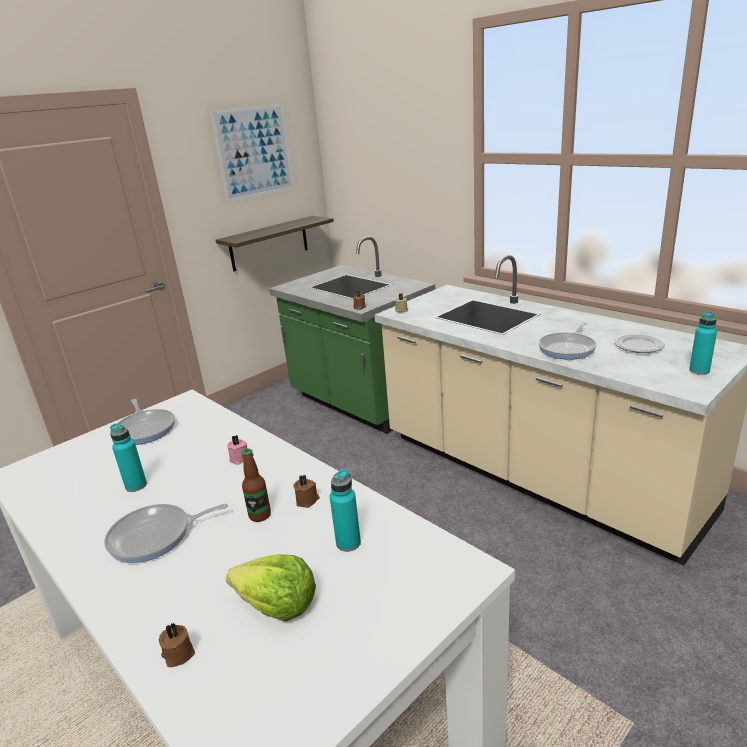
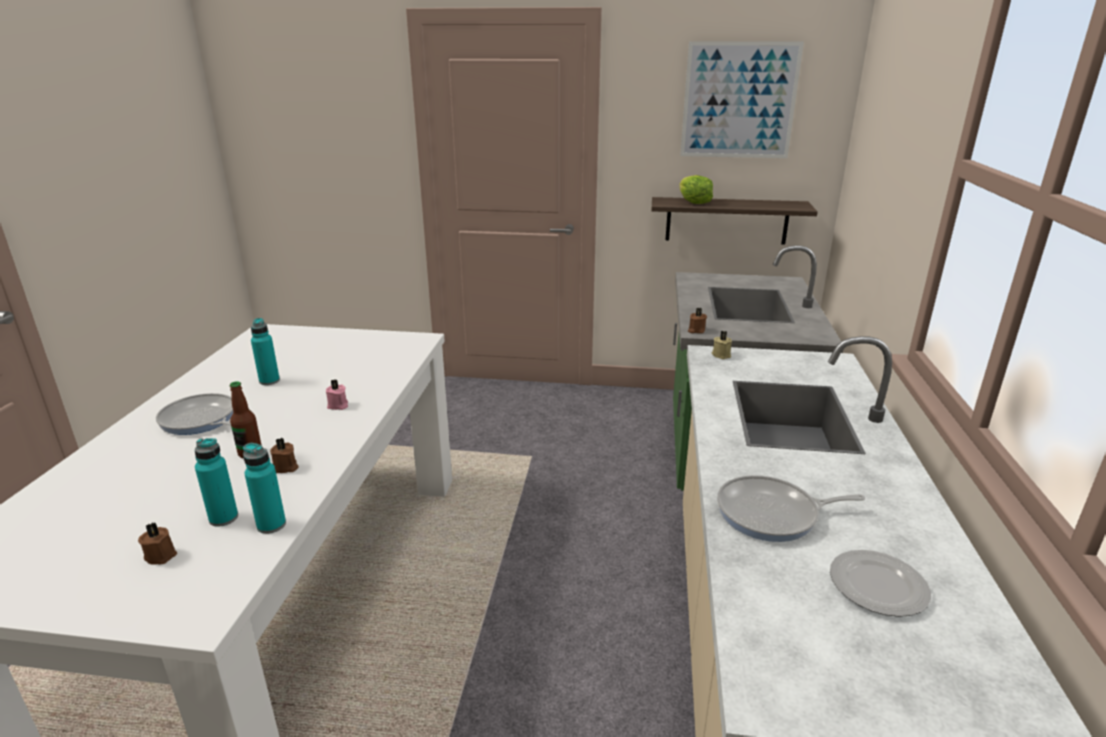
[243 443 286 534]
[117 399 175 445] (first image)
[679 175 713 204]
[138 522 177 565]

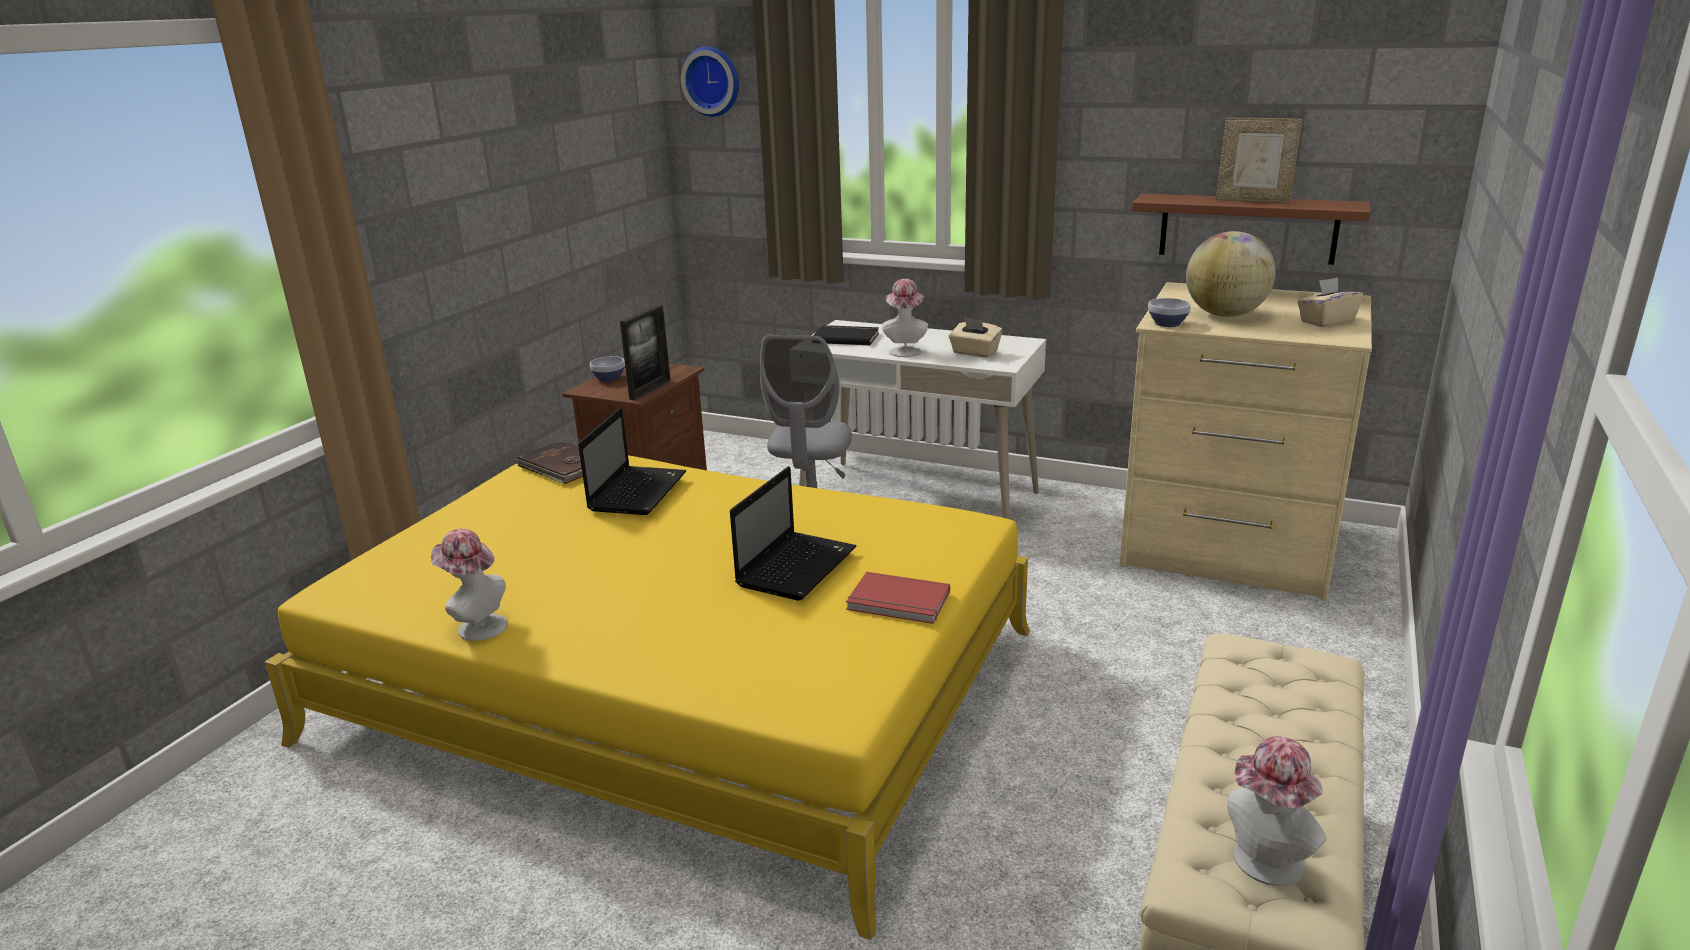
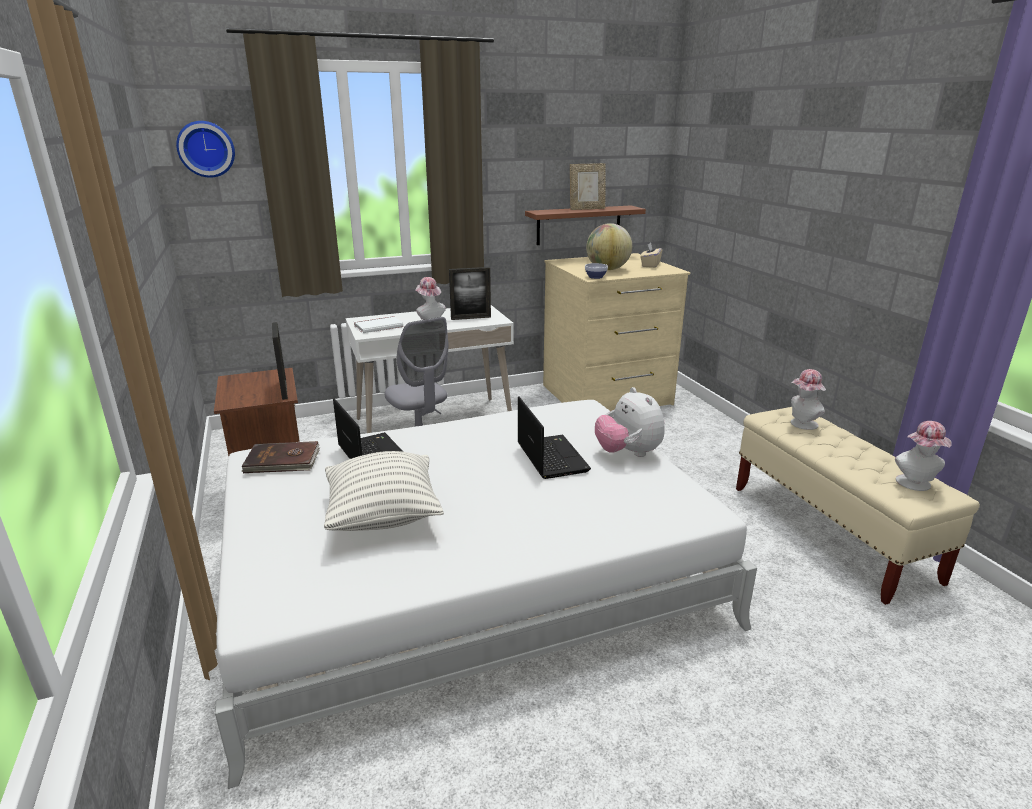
[449 267 491 320]
[353 316 403 333]
[590 356 625 382] (first image)
[215 400 757 789]
[791 369 826 430]
[595 387 665 457]
[324 451 444 531]

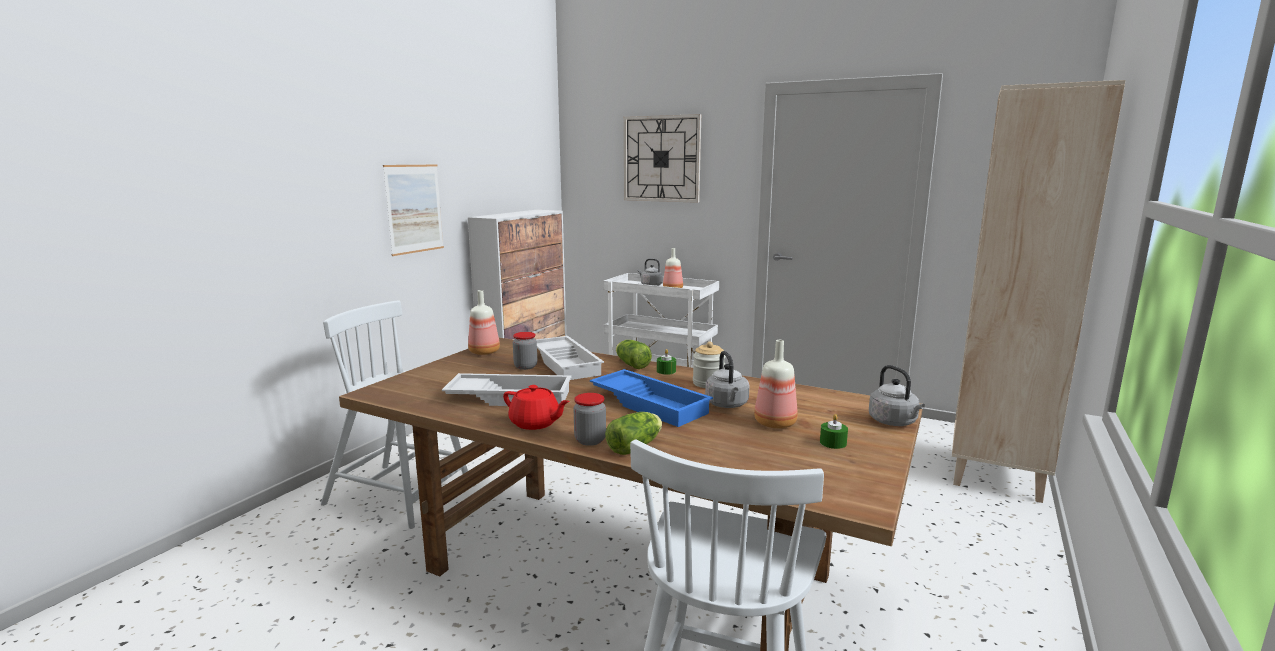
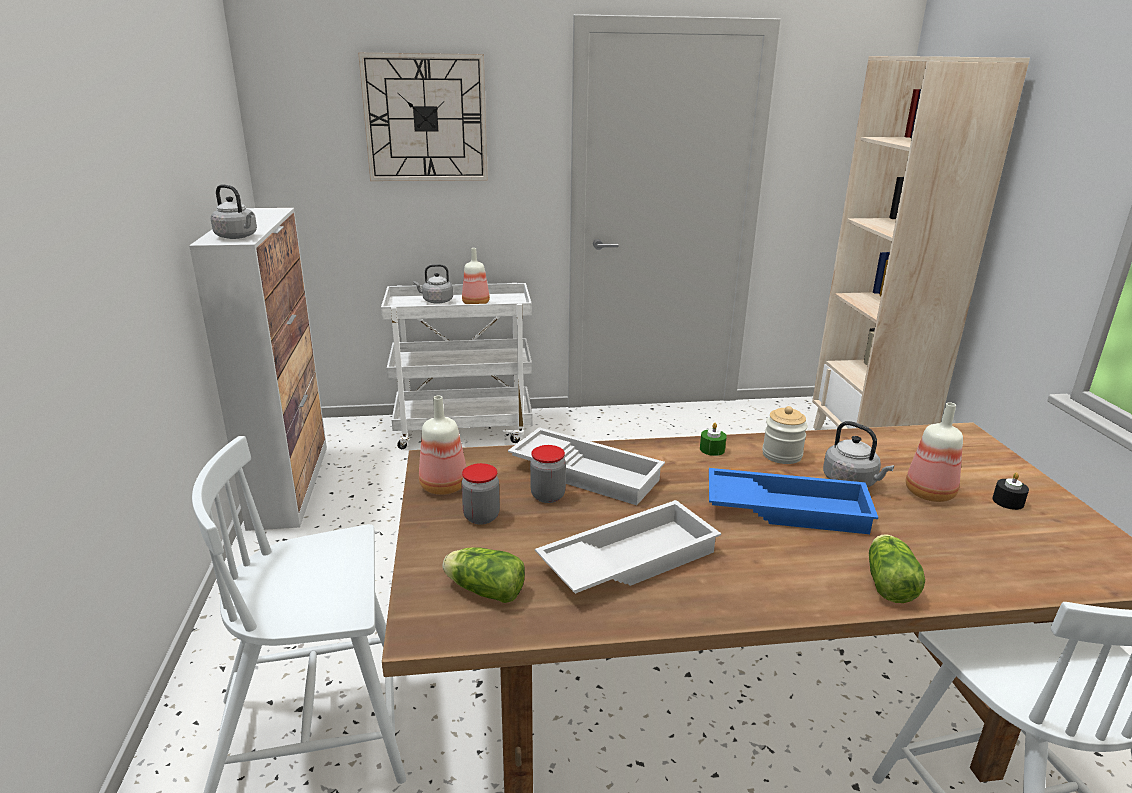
[383 165 444 256] (first image)
[443 547 525 603]
[211 184 257 239]
[503 385 570 430] (first image)
[461 463 500 525]
[992 472 1029 510]

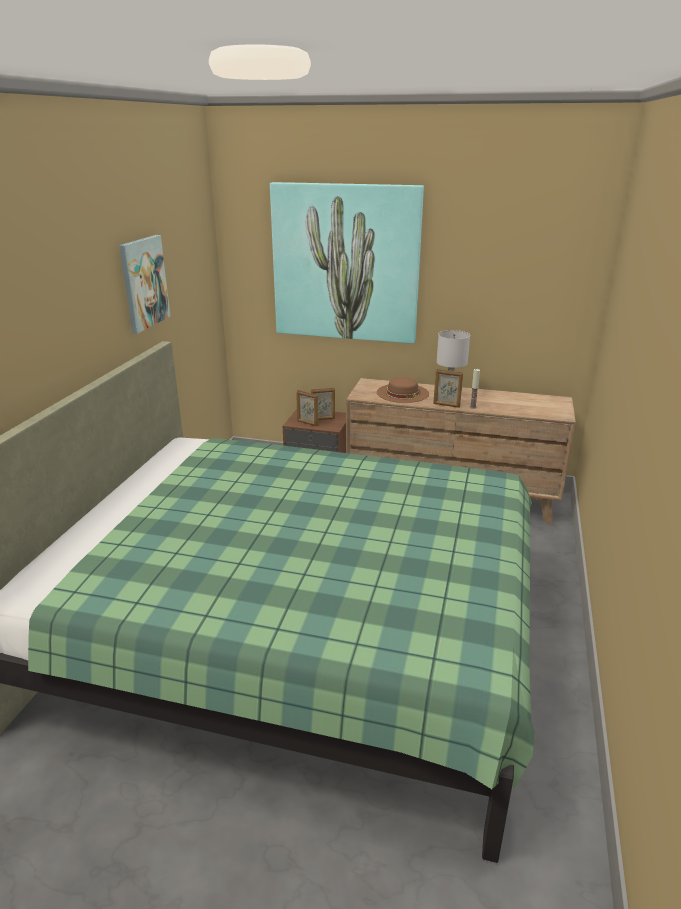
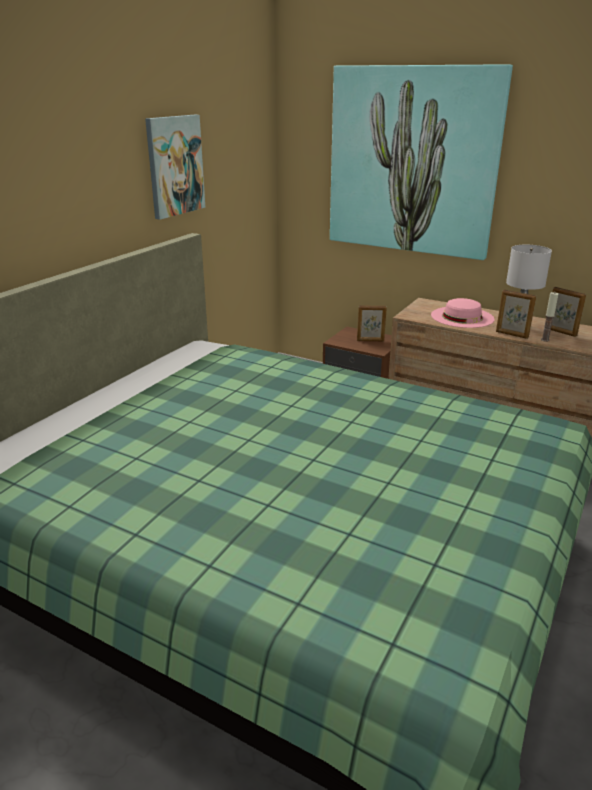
[431 298 495 328]
[551 287 586 337]

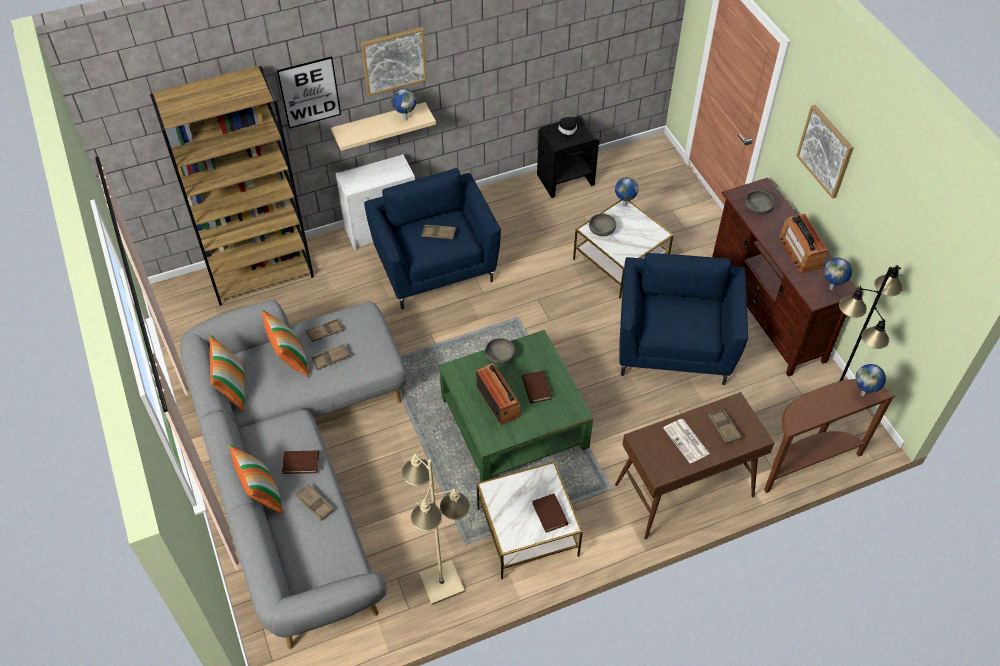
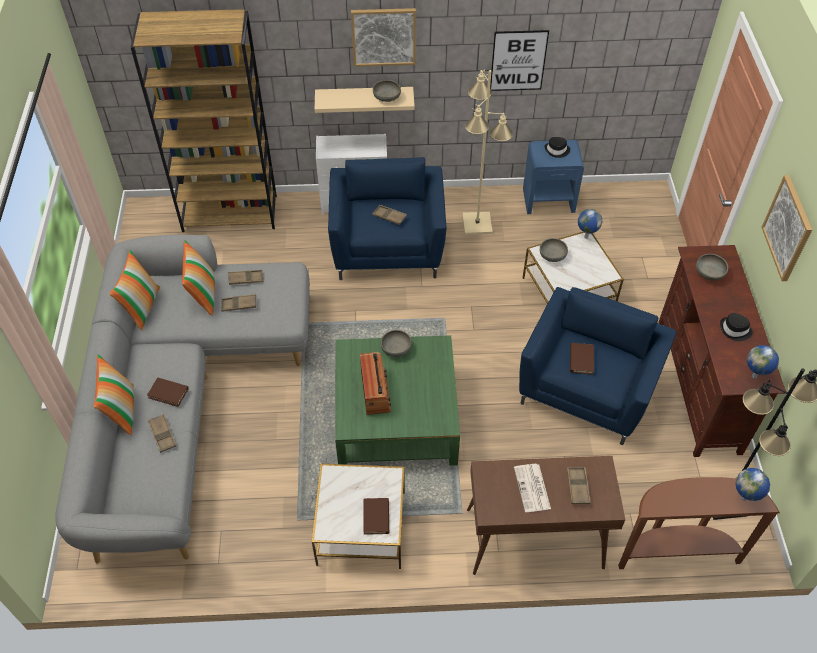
[490 30 549 91]
[373 80 401 102]
[523 140 584 214]
[720 313 753 341]
[570 343 594 375]
[462 70 513 235]

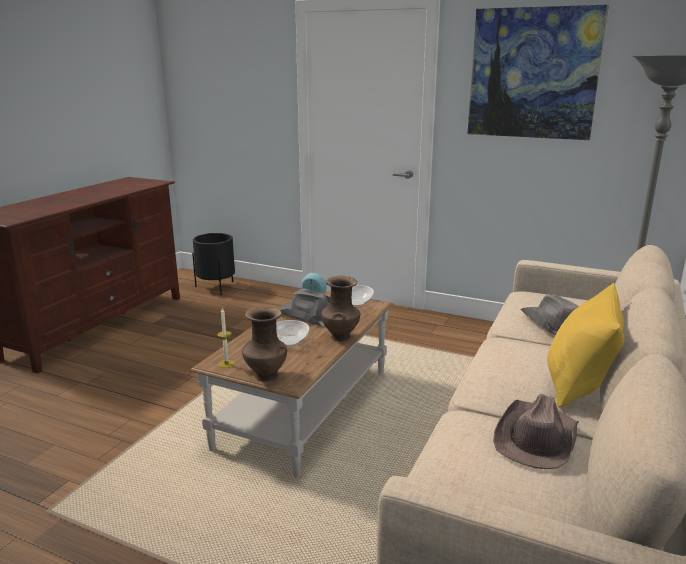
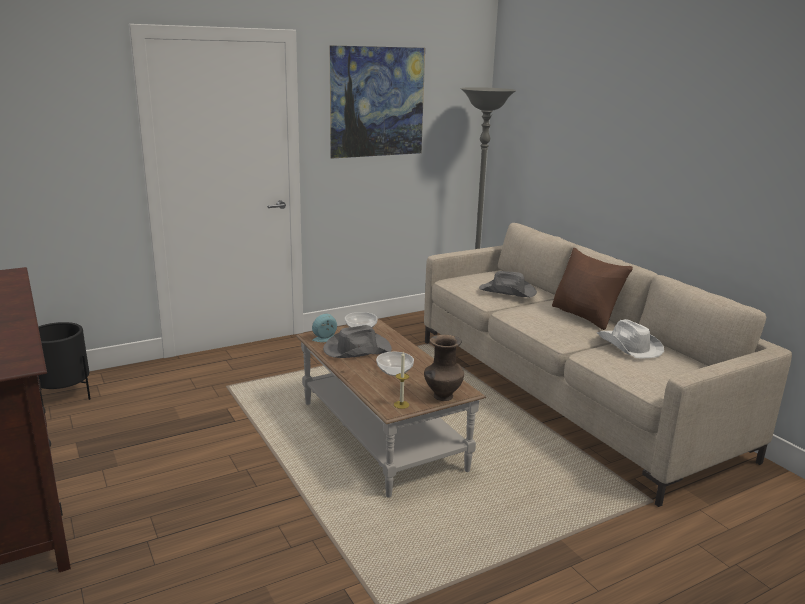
[321 276 360 342] (first image)
[552 248 633 330]
[597 319 664 358]

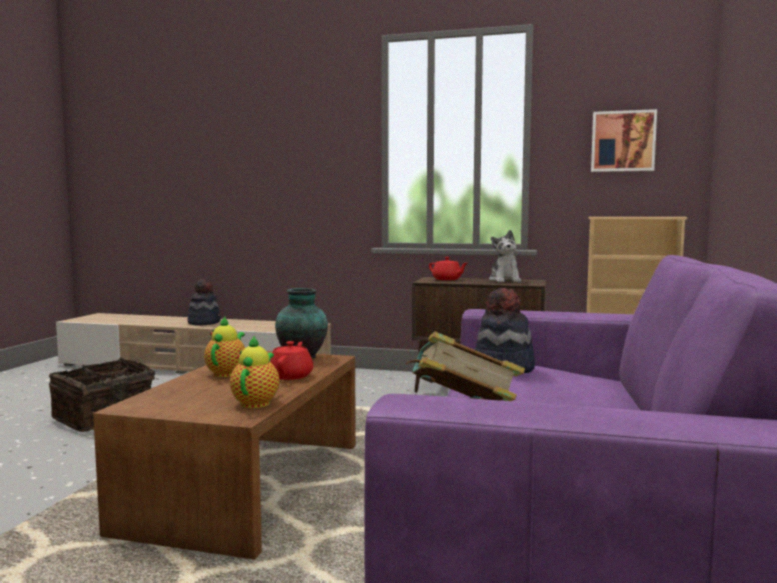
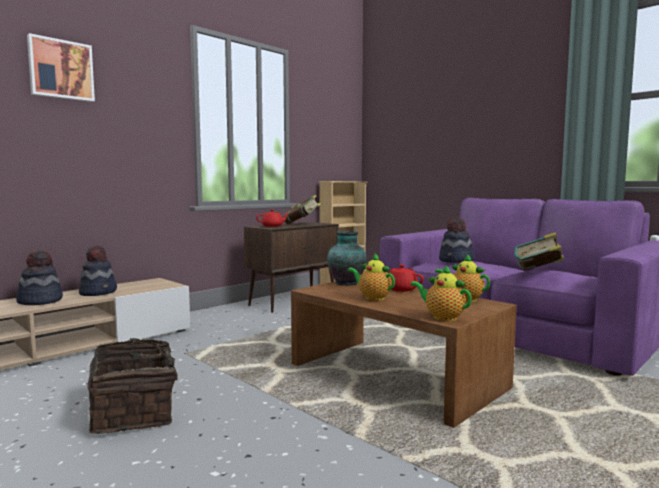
[27 33 95 102]
[283 195 321 224]
[79 245 117 296]
[410 264 472 321]

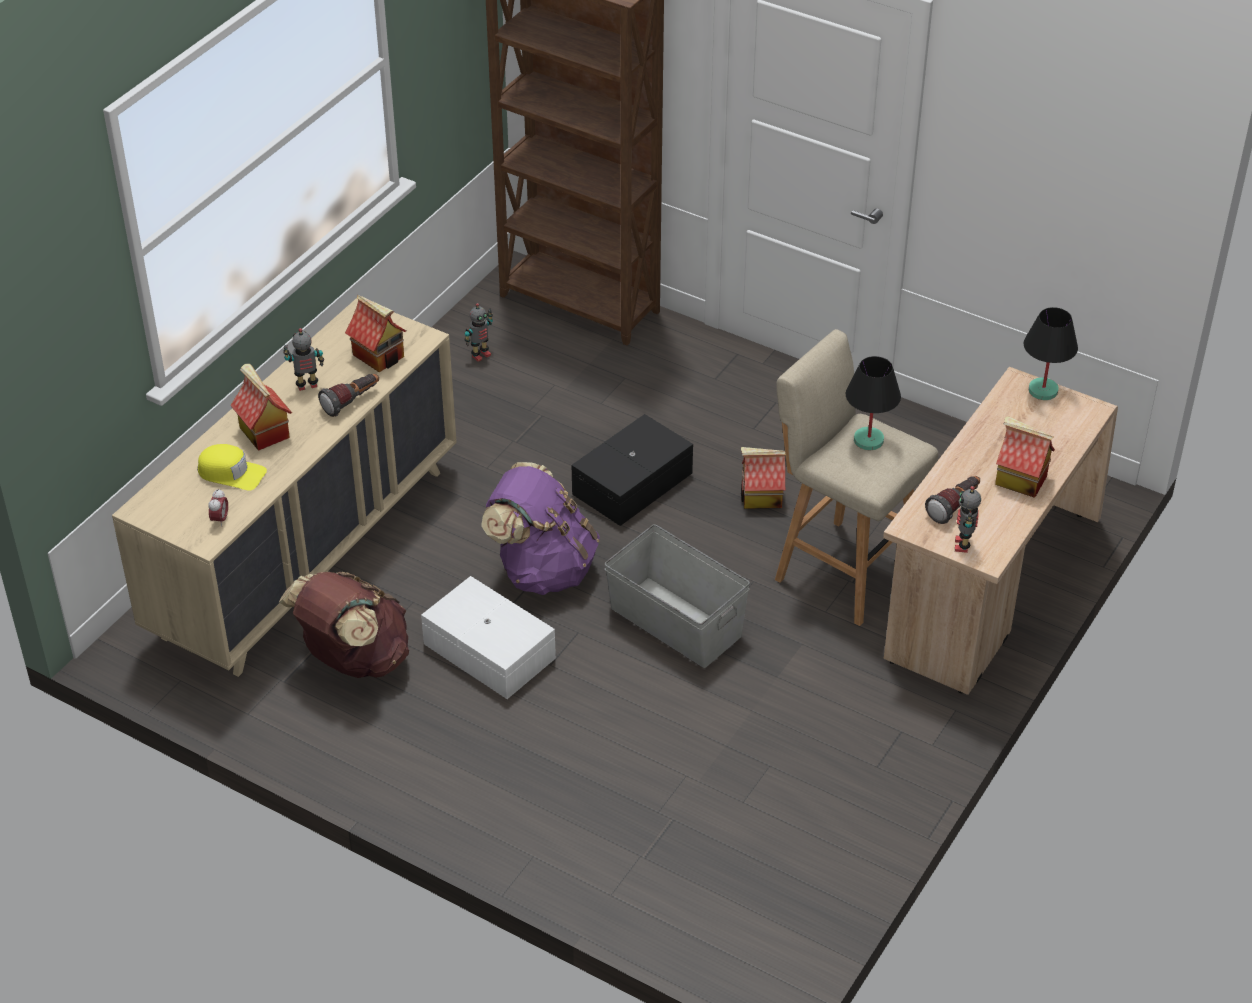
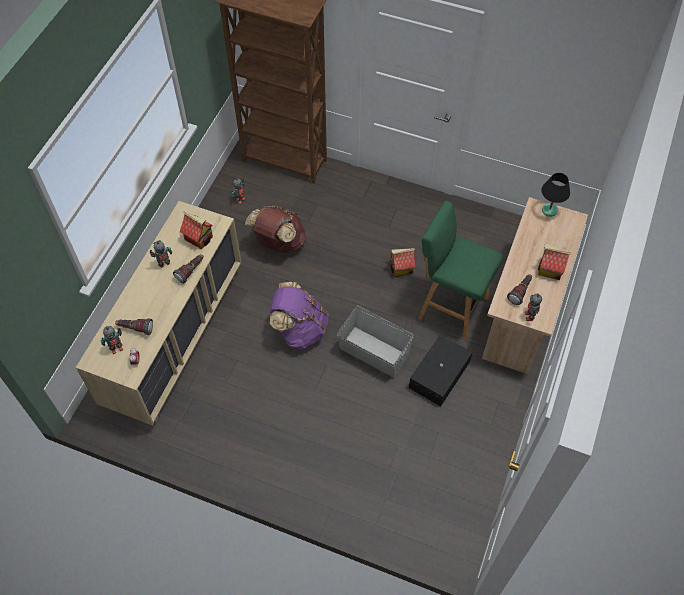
[418 201 503 340]
[846 356 901 450] (first image)
[230 364 292 451] (first image)
[409 334 472 406]
[115 318 153 335]
[245 205 306 253]
[421 576 556 699] (first image)
[100 326 123 354]

